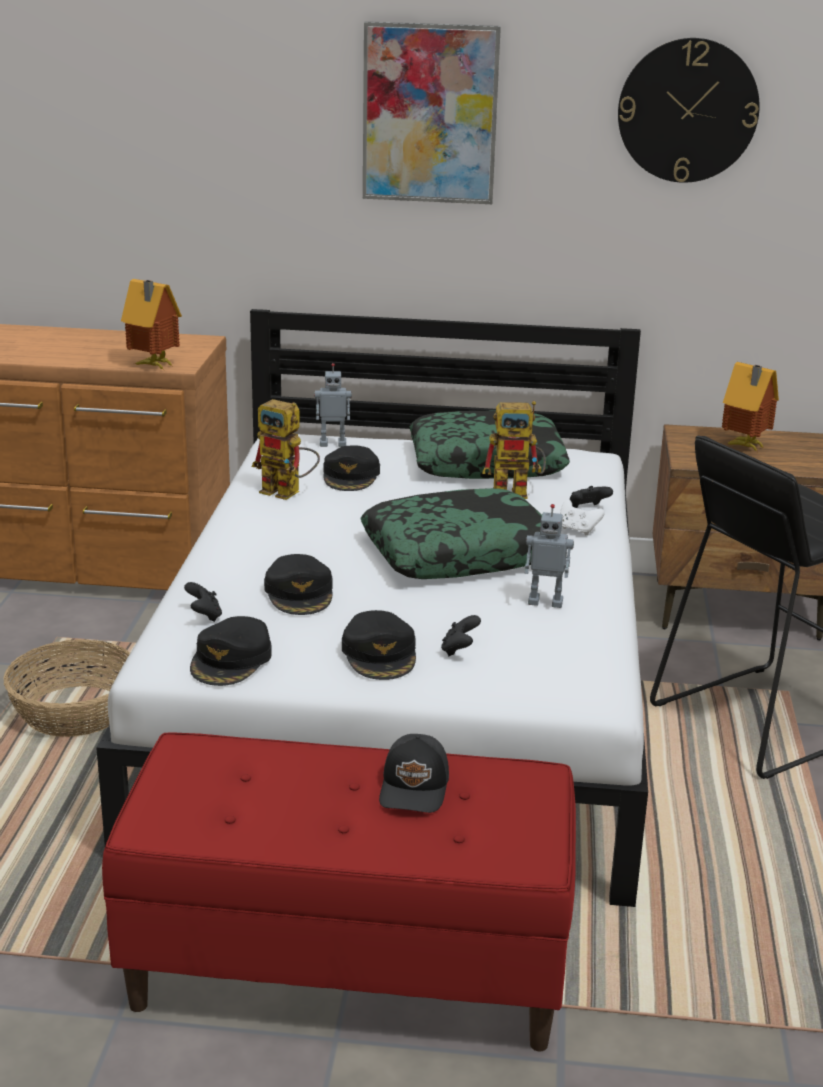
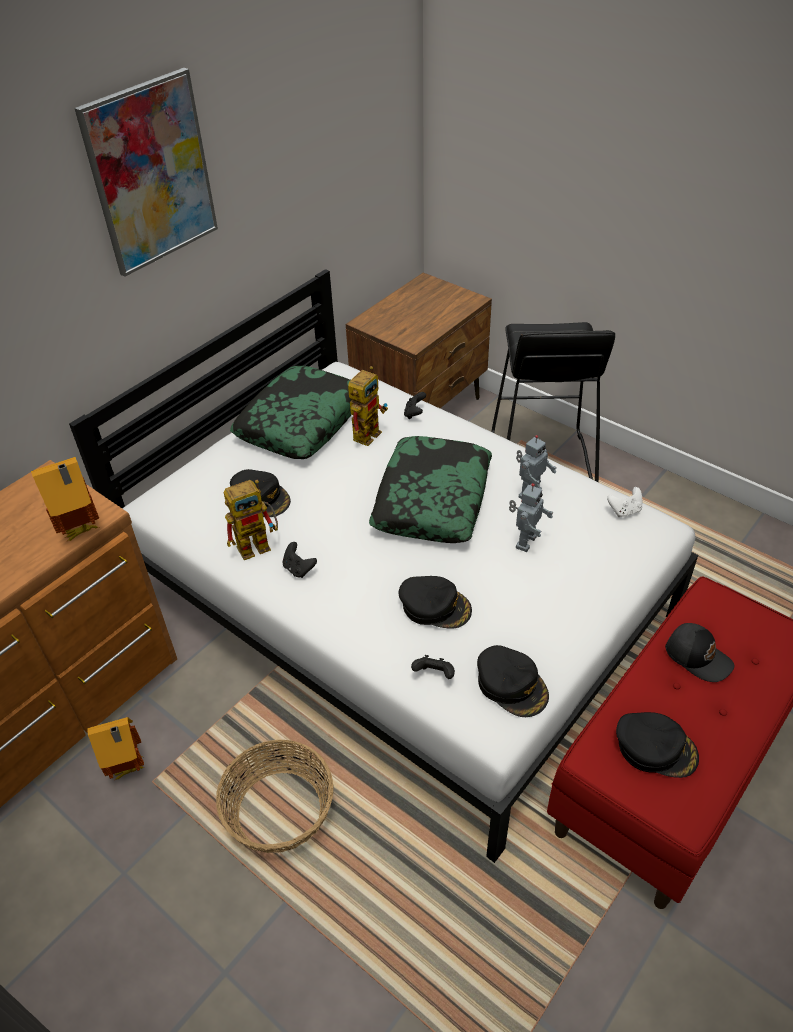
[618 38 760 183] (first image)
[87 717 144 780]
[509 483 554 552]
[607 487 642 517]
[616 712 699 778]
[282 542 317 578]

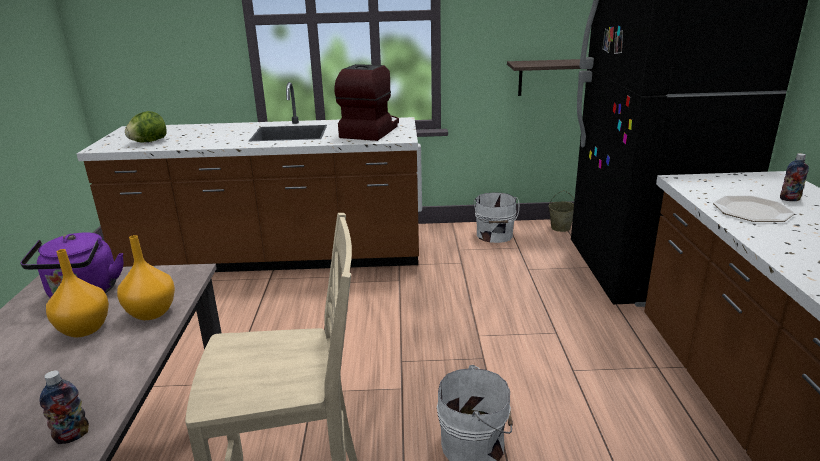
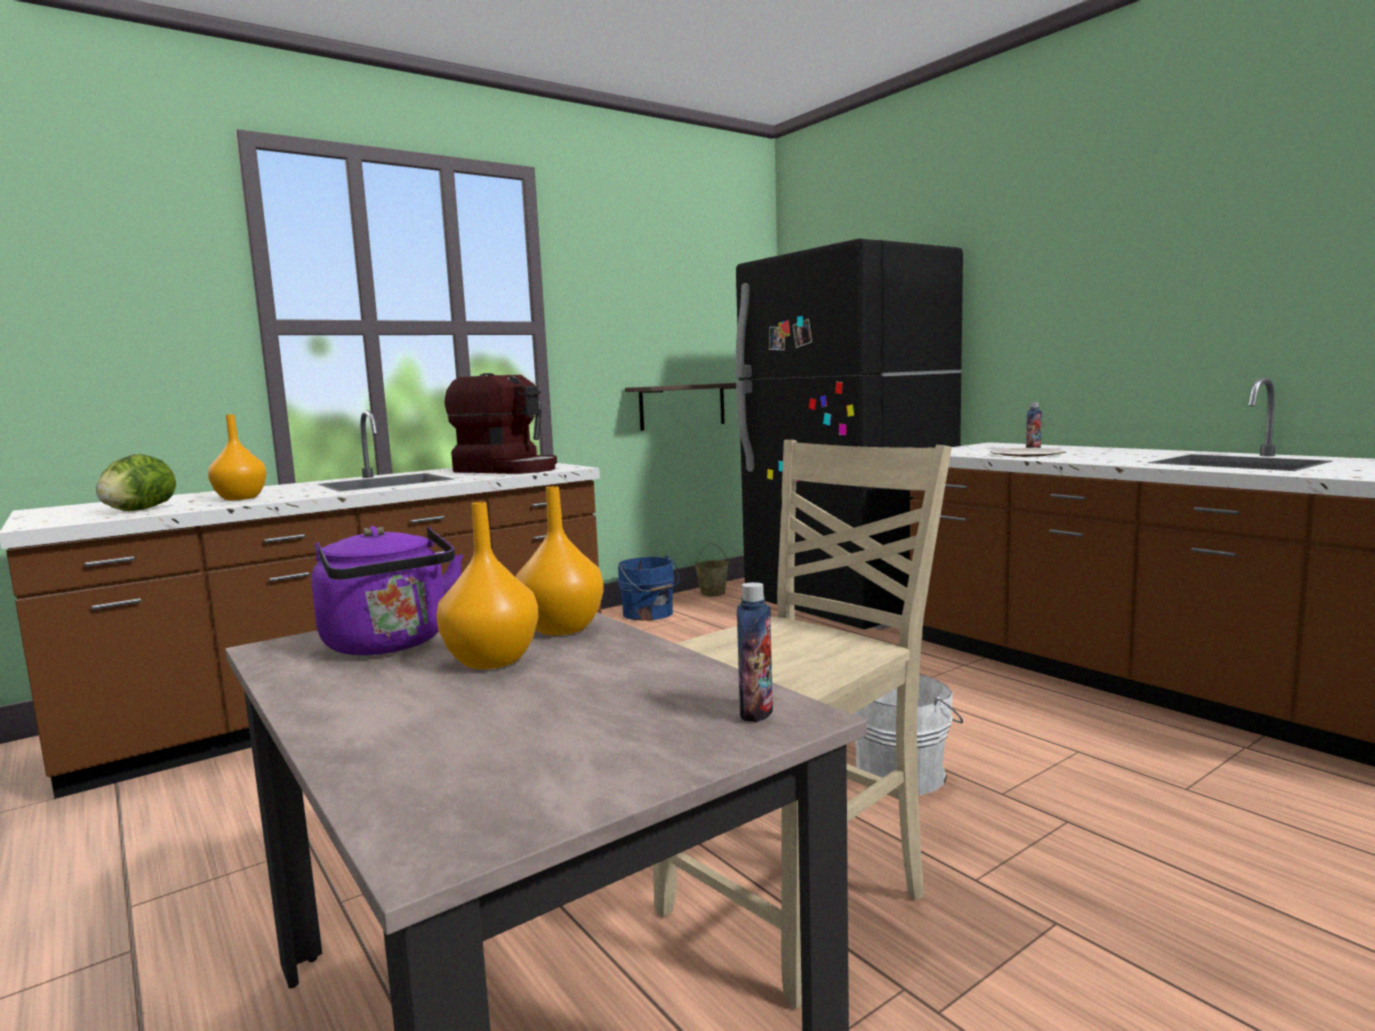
[445 373 557 474]
[618 555 679 621]
[208 414 267 500]

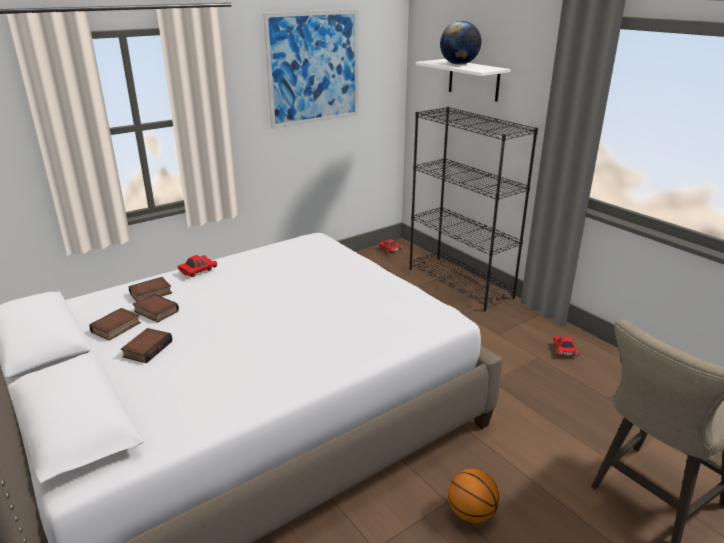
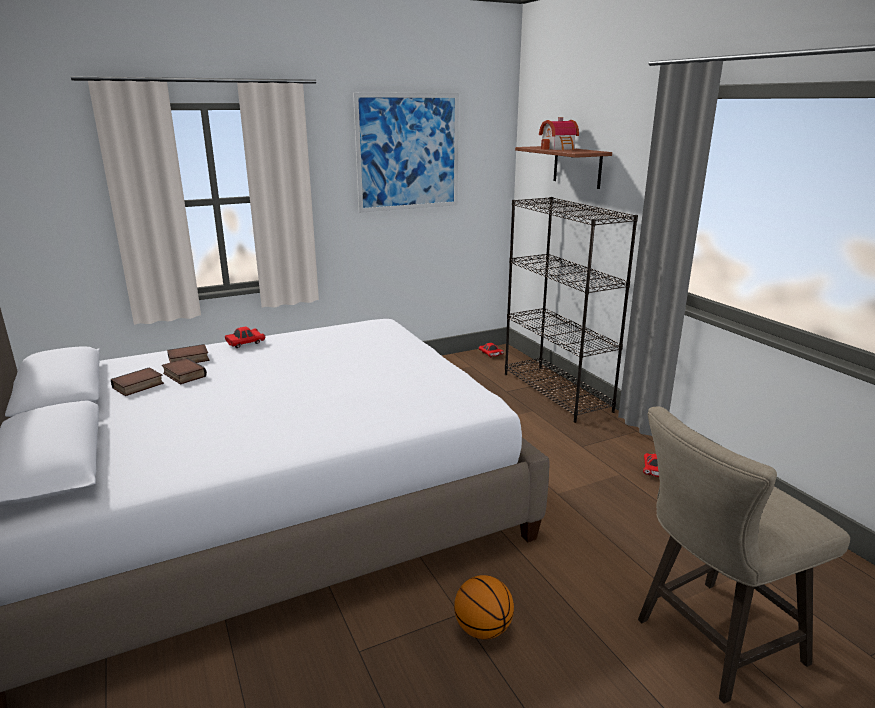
[539 117 579 150]
[515 146 612 189]
[121 328 172 363] (first image)

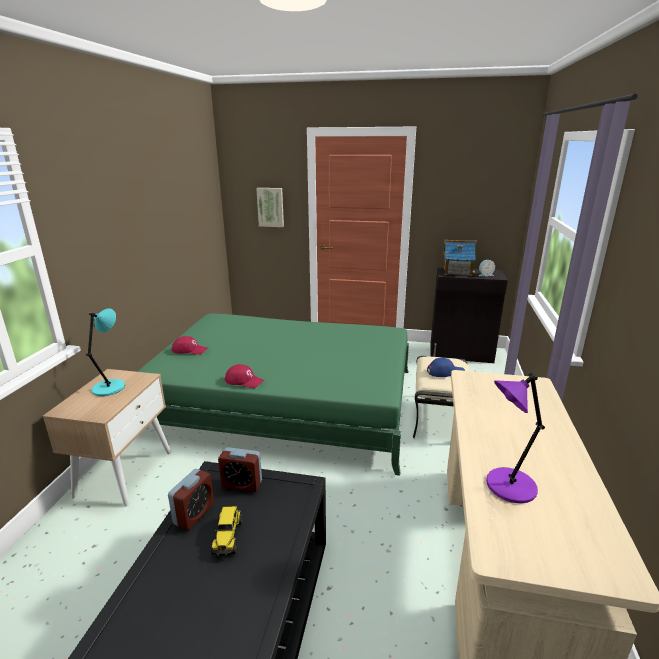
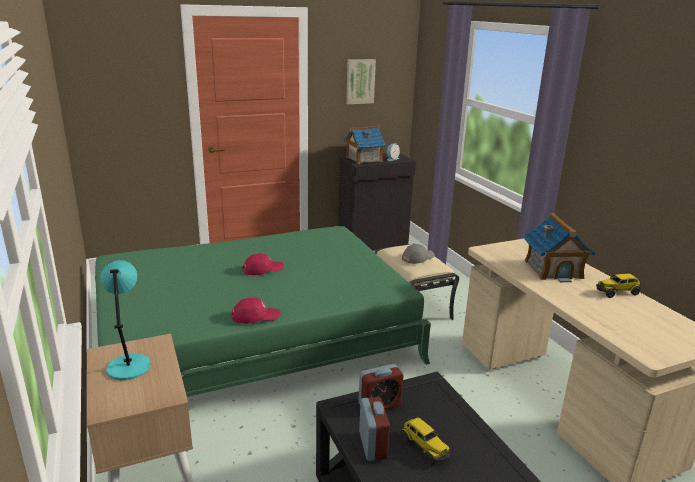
[346 59 376 104]
[242 253 284 275]
[402 244 435 264]
[486 372 545 503] (first image)
[523 213 596 282]
[596 274 642 298]

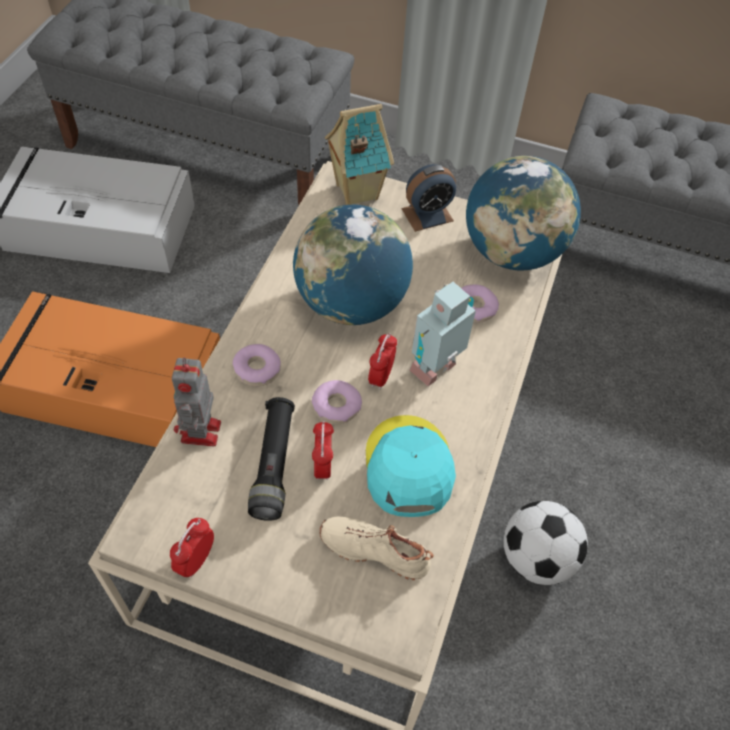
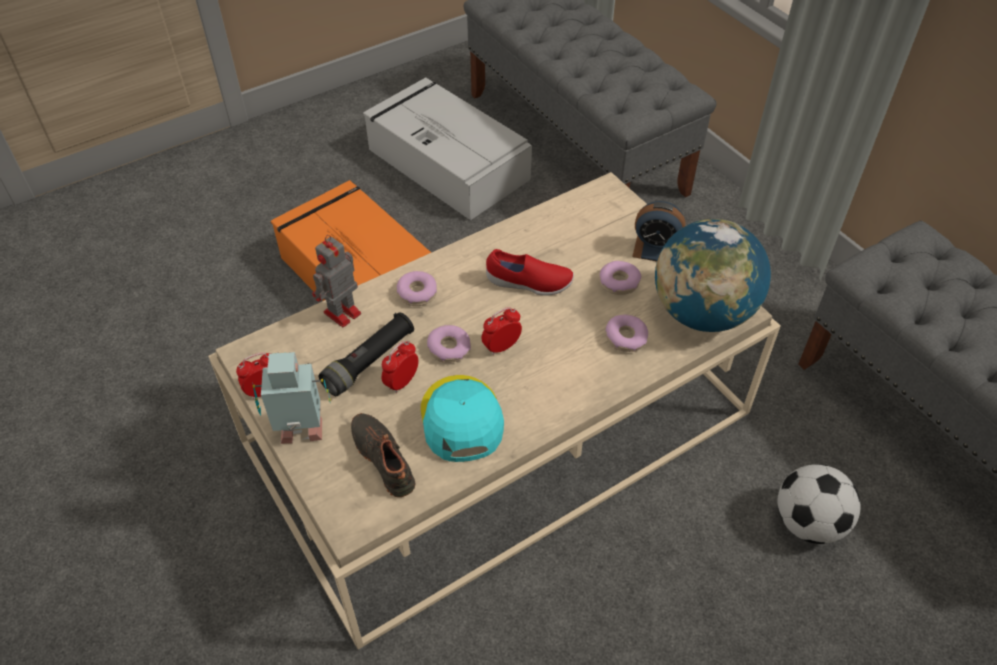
[325 104 394 205] (first image)
[486 249 574 296]
[253 352 331 444]
[421 375 504 462]
[777 464 861 544]
[351 413 415 497]
[599 261 641 295]

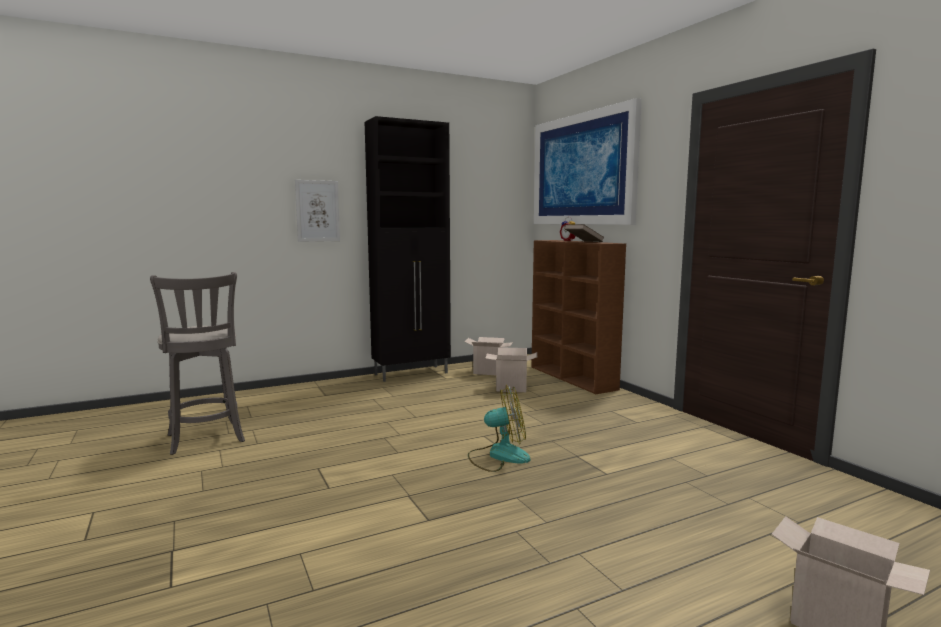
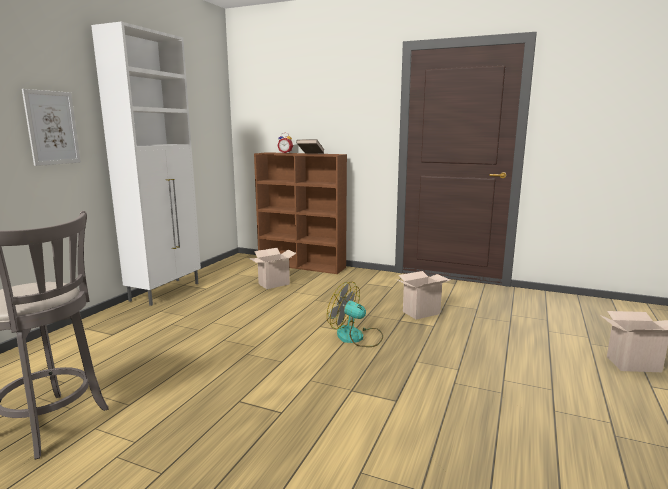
[534 98 642 225] (first image)
[91 22 201 306]
[396 271 450 319]
[327 281 383 347]

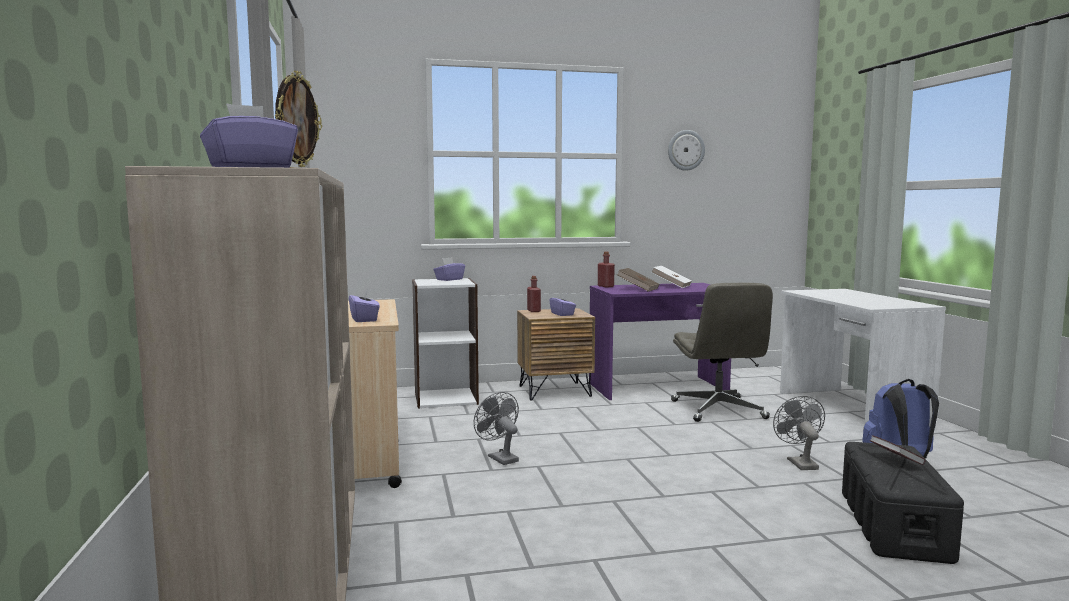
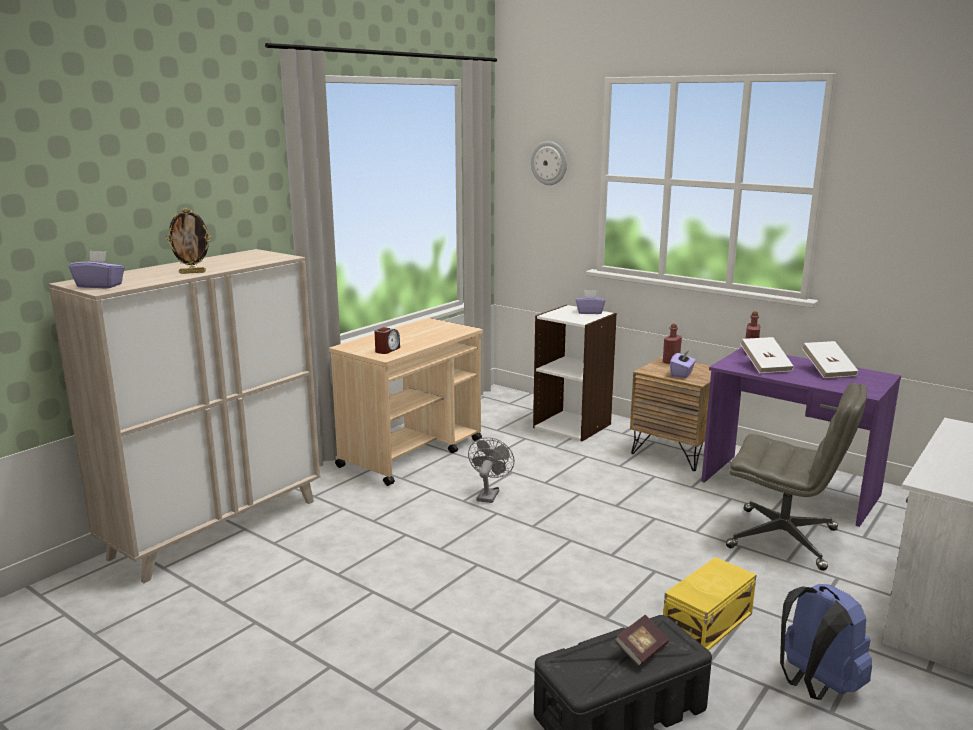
[531 141 567 185]
[740 337 794 373]
[726 383 867 571]
[374 327 400 354]
[663 557 757 650]

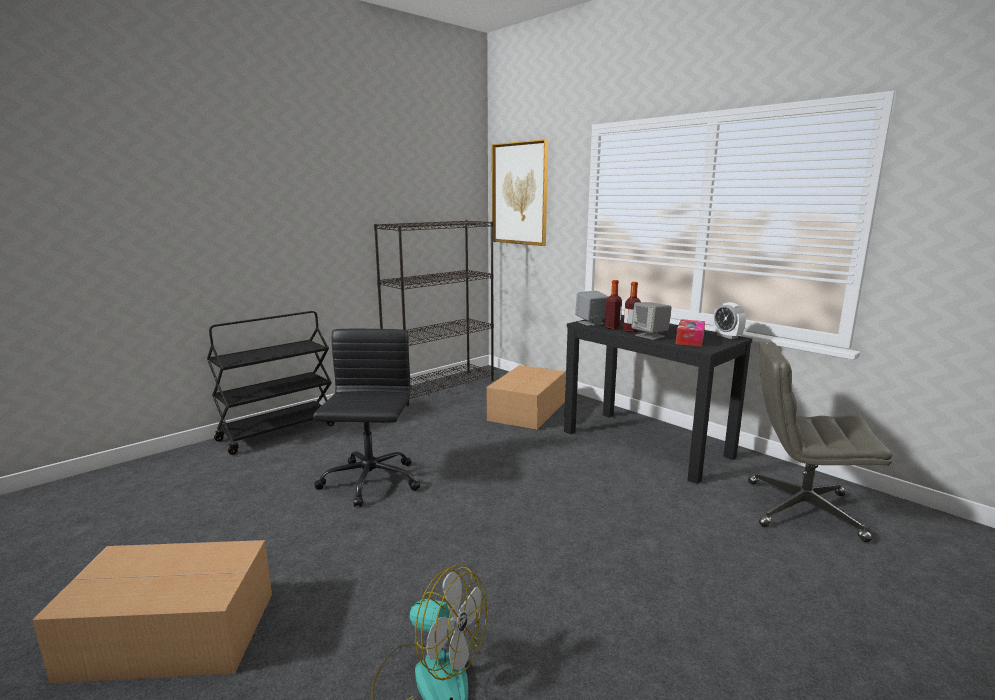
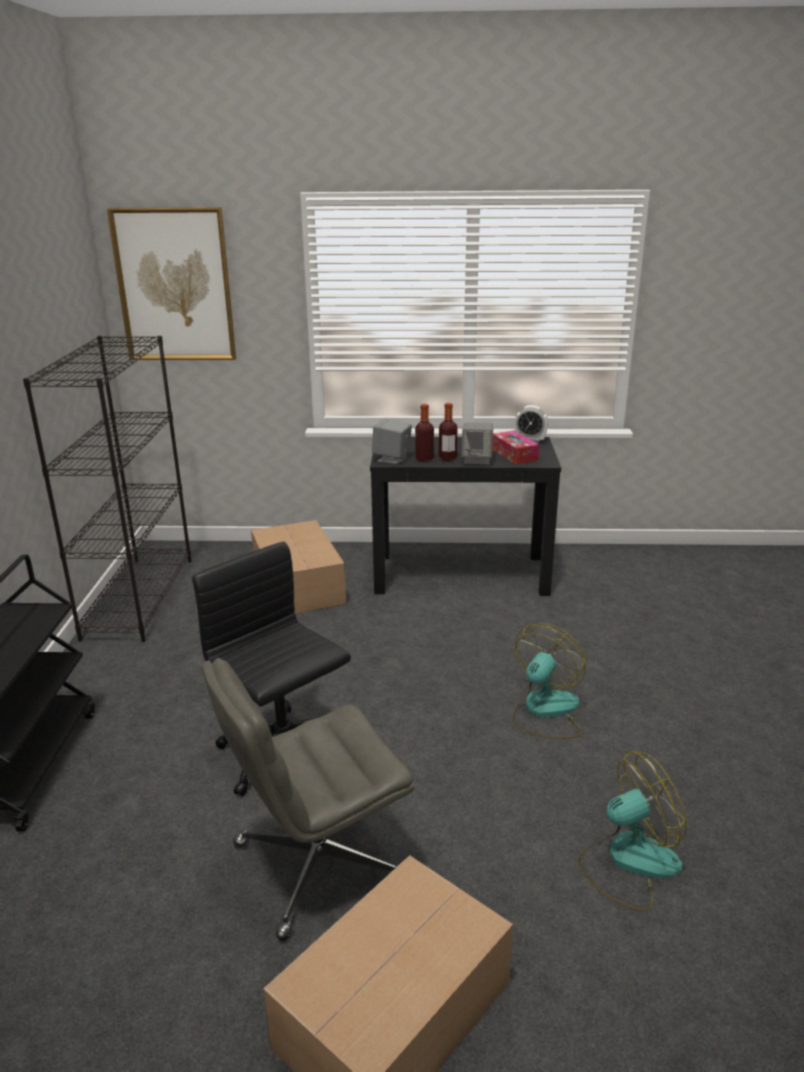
[201 658 414 941]
[513 623 586 739]

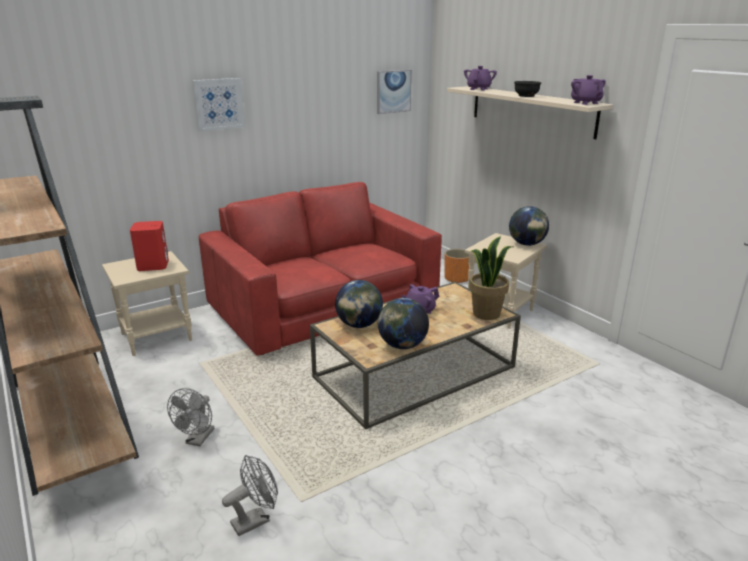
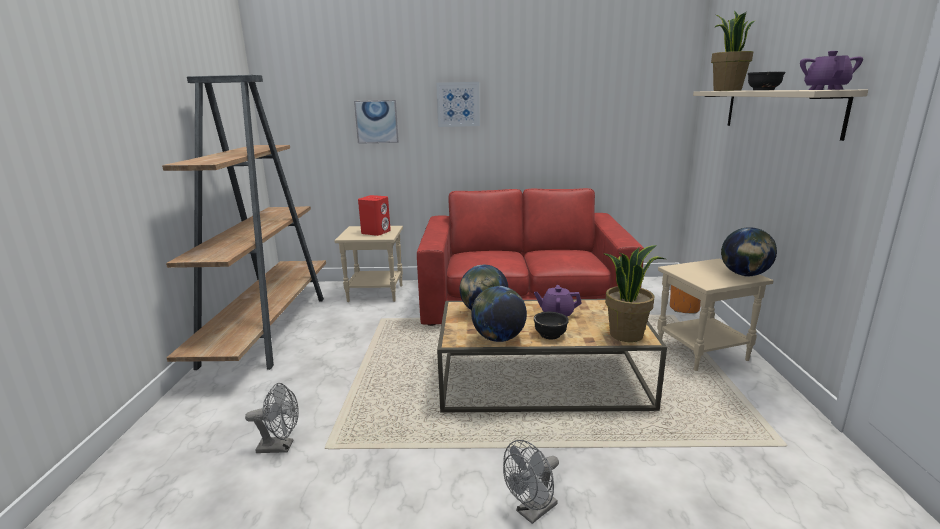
[711 10 755 91]
[354 100 399 144]
[503 440 559 524]
[534 312 569 339]

